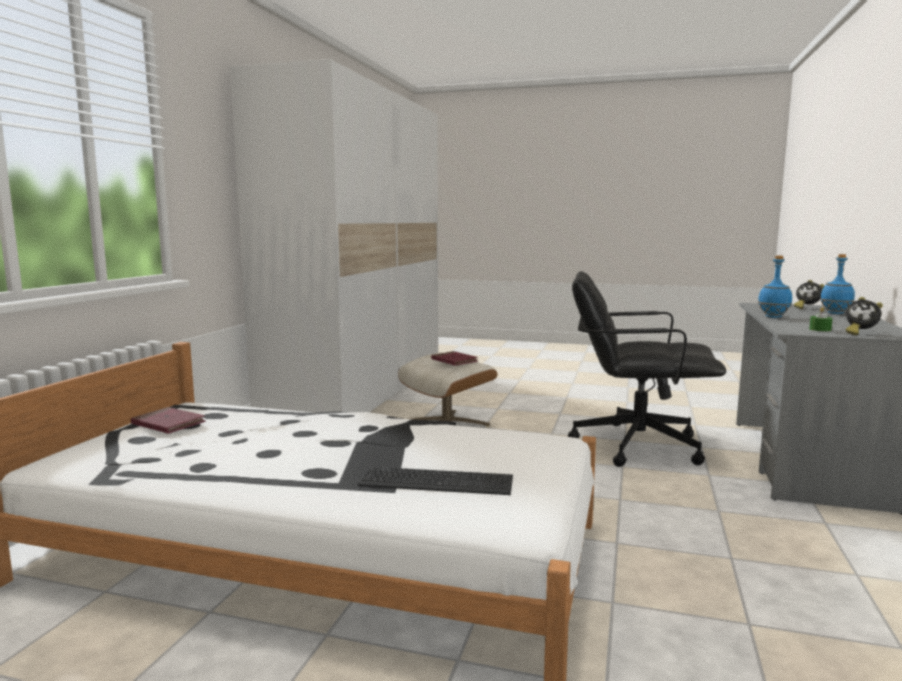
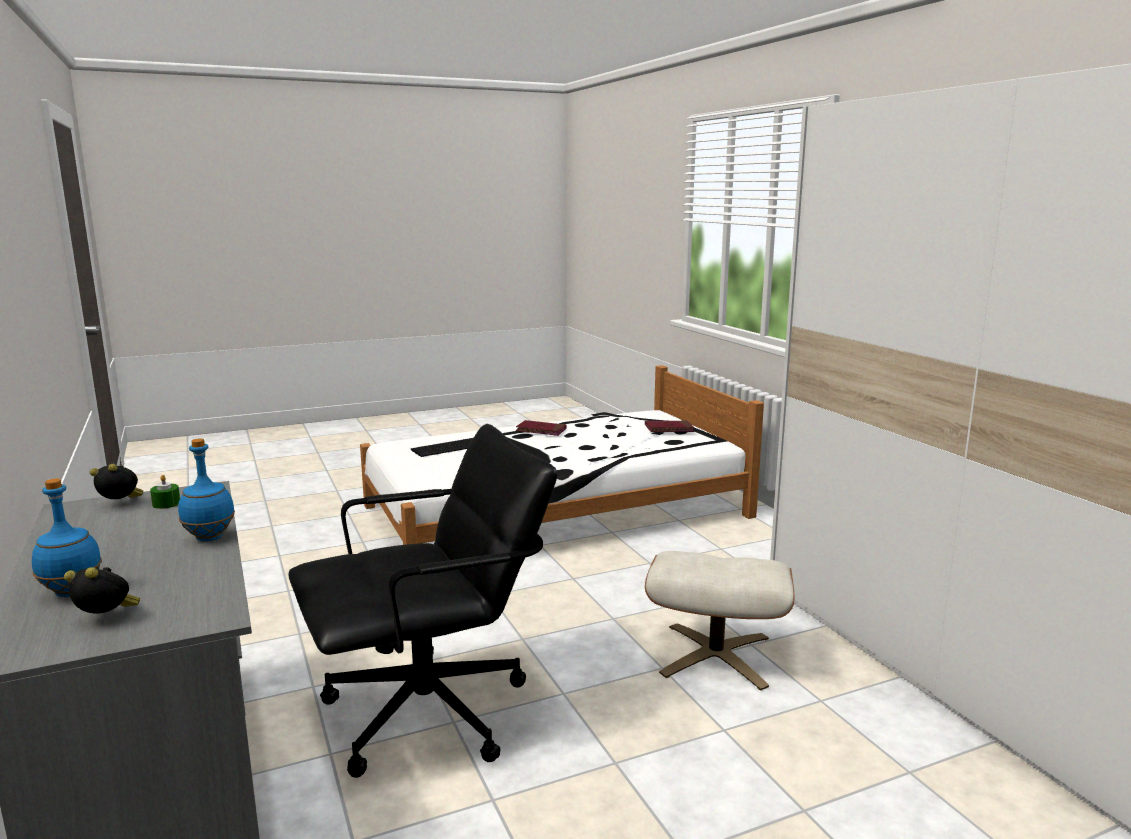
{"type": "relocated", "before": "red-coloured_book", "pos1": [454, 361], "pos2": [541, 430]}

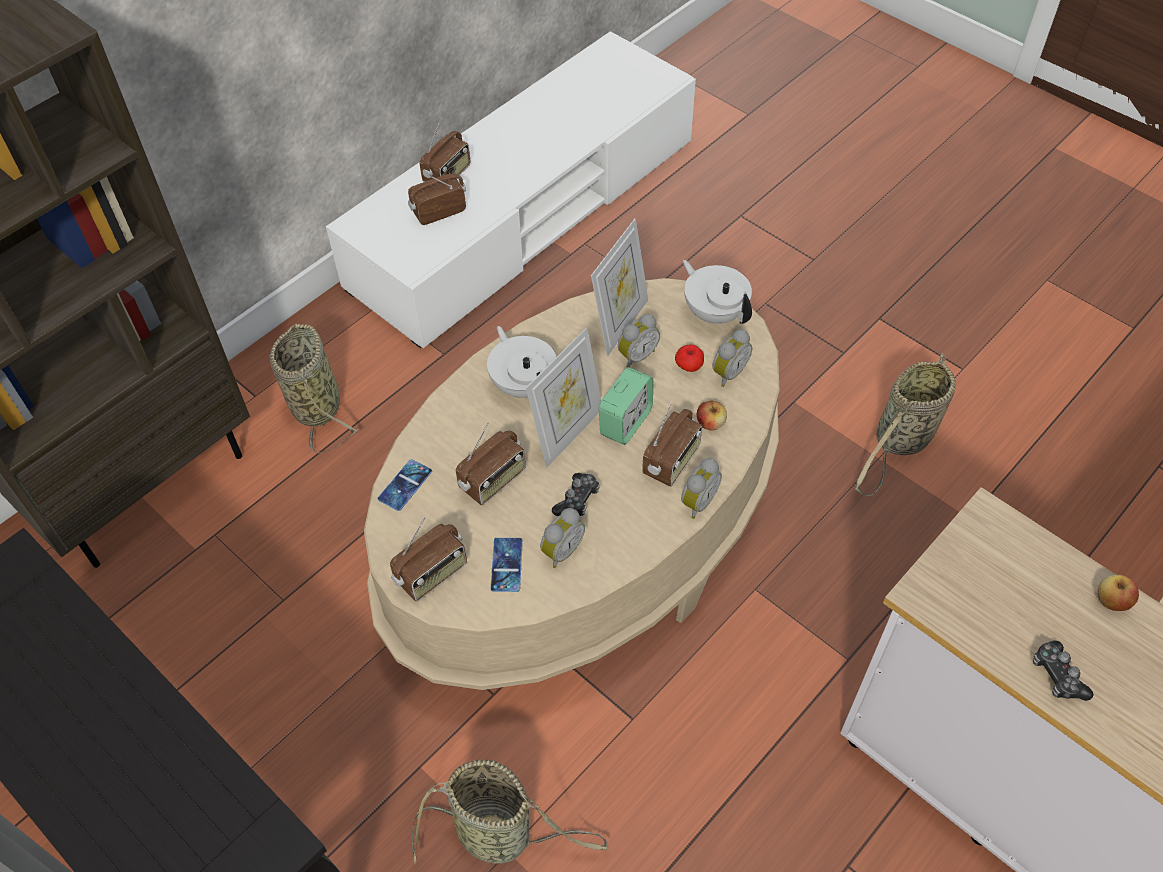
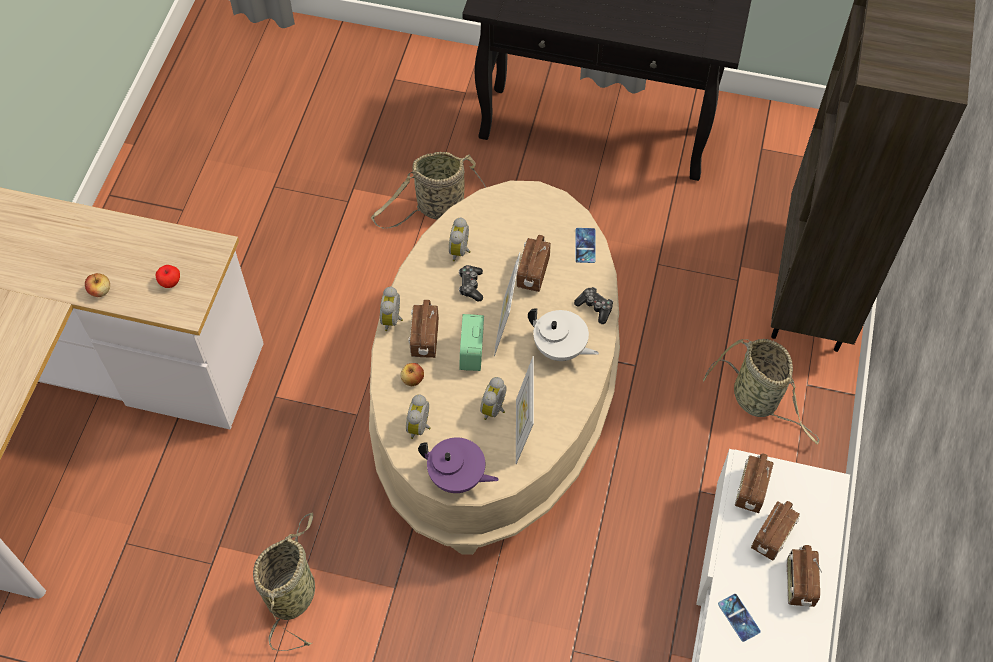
{"type": "relocated", "before": "radio_receiver", "pos1": [432, 574], "pos2": [750, 490]}
{"type": "relocated", "before": "telephone", "pos1": [506, 565], "pos2": [739, 617]}
{"type": "relocated", "before": "apple_fruit", "pos1": [689, 367], "pos2": [170, 282]}
{"type": "relocated", "before": "game_controller", "pos1": [1057, 676], "pos2": [595, 307]}
{"type": "colour", "before": "whitish_teapot", "after": "purple-coloured_teapot", "pos1": [715, 312], "pos2": [457, 477]}

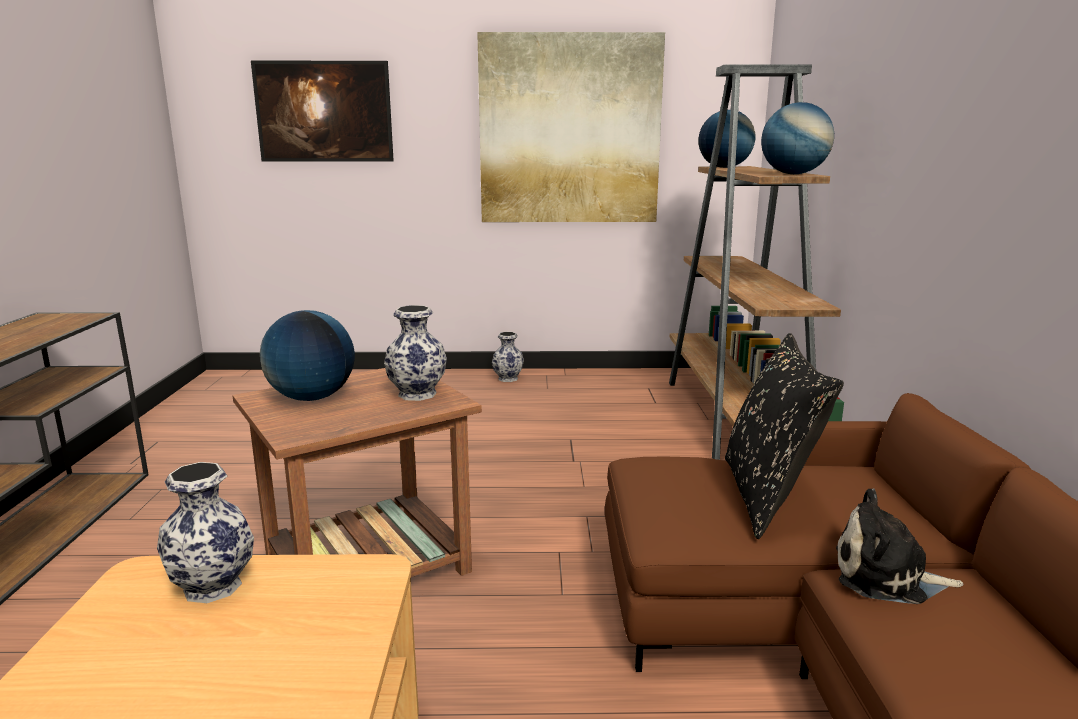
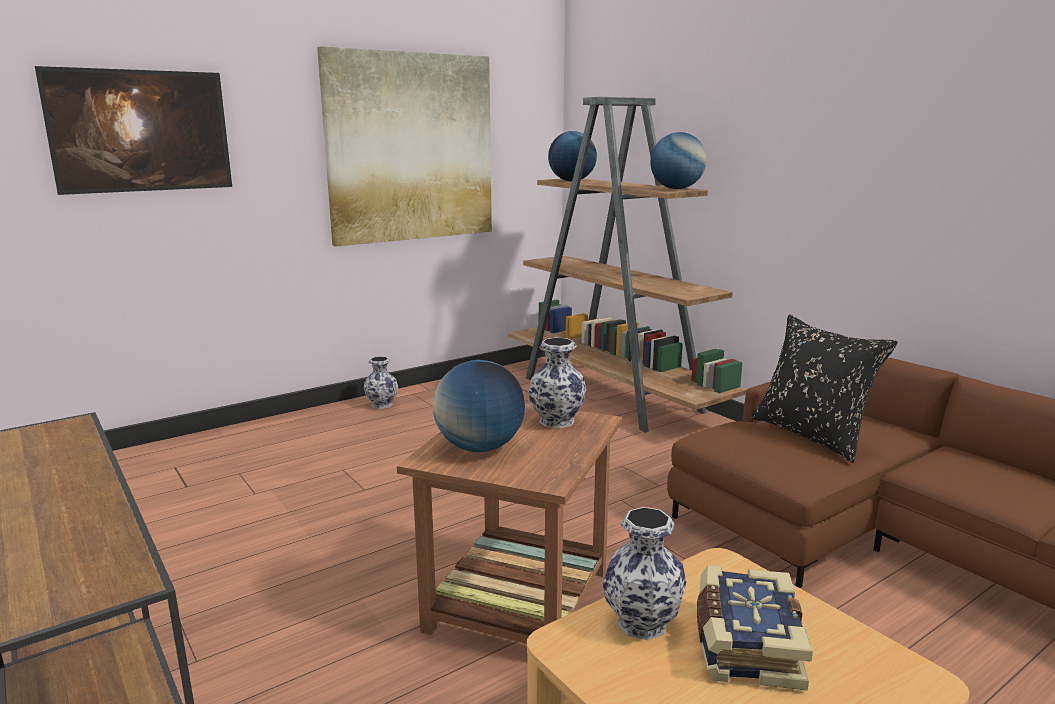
{"type": "missing", "before": "cuddly_toy", "pos1": [886, 577]}
{"type": "appeared", "after": "book", "pos2": [745, 644]}

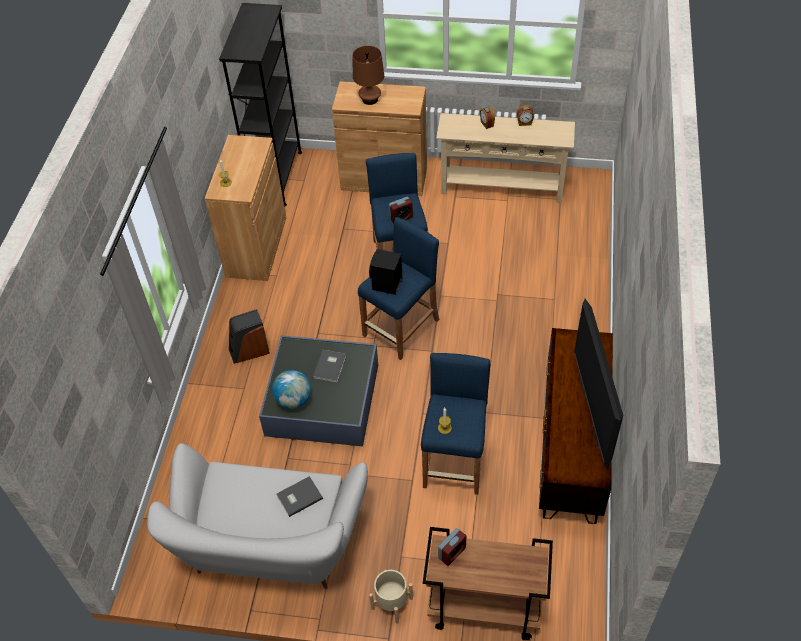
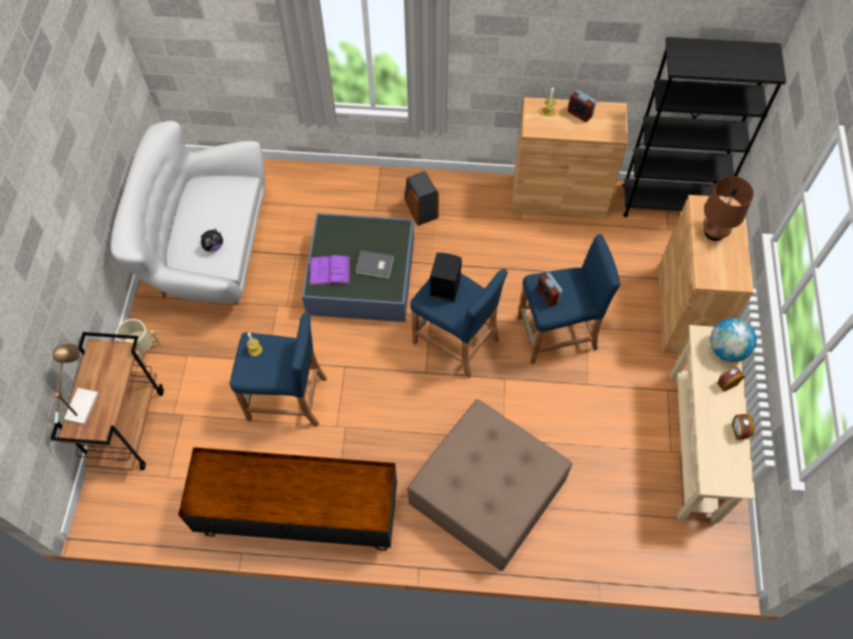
{"type": "missing", "before": "television", "pos1": [591, 413]}
{"type": "appeared", "after": "lamp_for_a_table", "pos2": [83, 401]}
{"type": "appeared", "after": "purple-coloured_book", "pos2": [329, 271]}
{"type": "appeared", "after": "brownish_ottoman", "pos2": [488, 491]}
{"type": "relocated", "before": "world_globe", "pos1": [294, 400], "pos2": [726, 349]}
{"type": "relocated", "before": "bedside_clock", "pos1": [452, 553], "pos2": [580, 114]}
{"type": "exchanged", "before": "gray_book", "after": "cuddly_toy", "pos1": [298, 496], "pos2": [213, 246]}

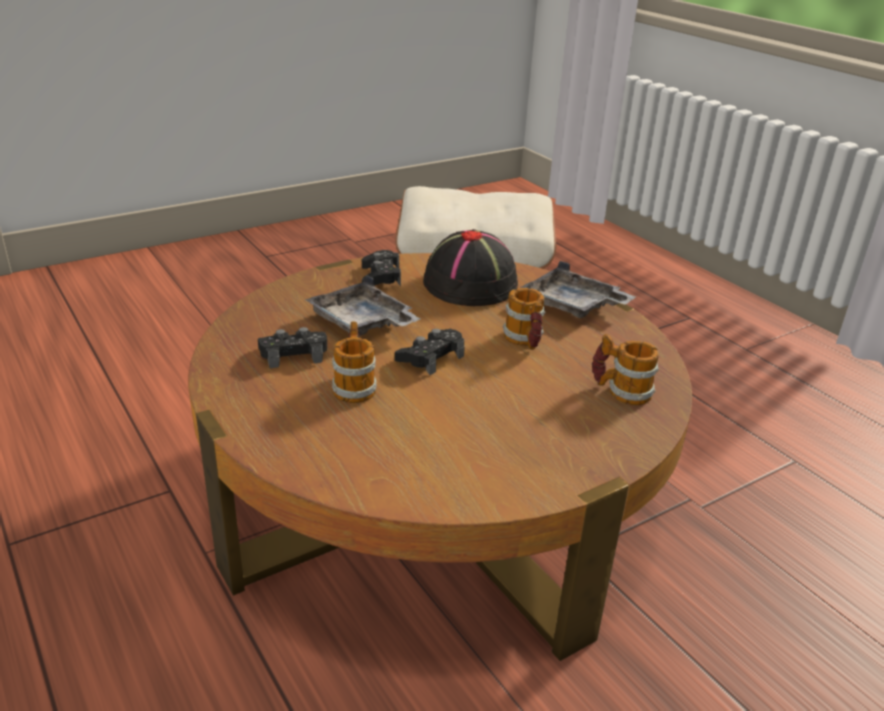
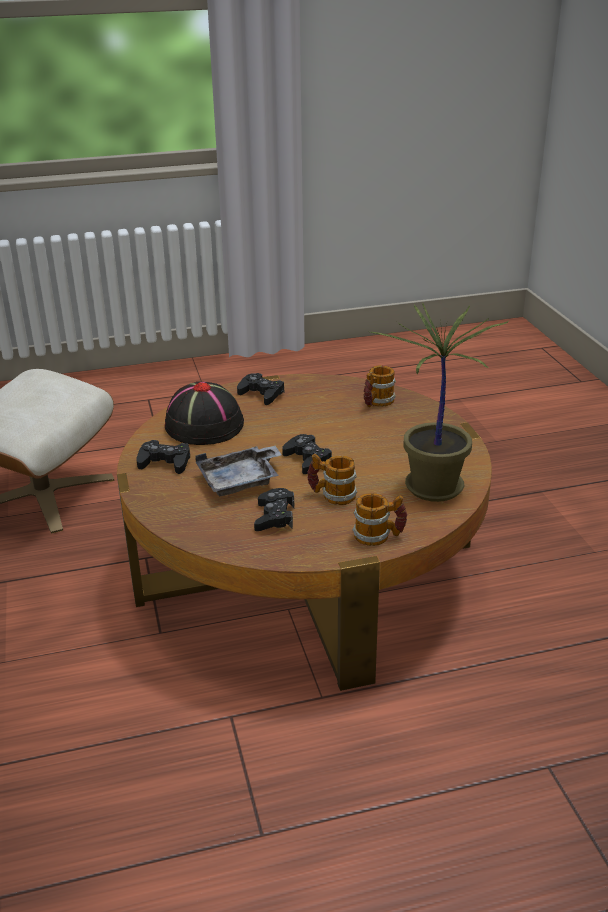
{"type": "appeared", "after": "potted_plant", "pos2": [434, 489]}
{"type": "relocated", "before": "tea_mug", "pos1": [525, 341], "pos2": [379, 536]}
{"type": "exchanged", "before": "gray_carrying_tray", "after": "black-coloured_game_controller", "pos1": [572, 306], "pos2": [261, 394]}

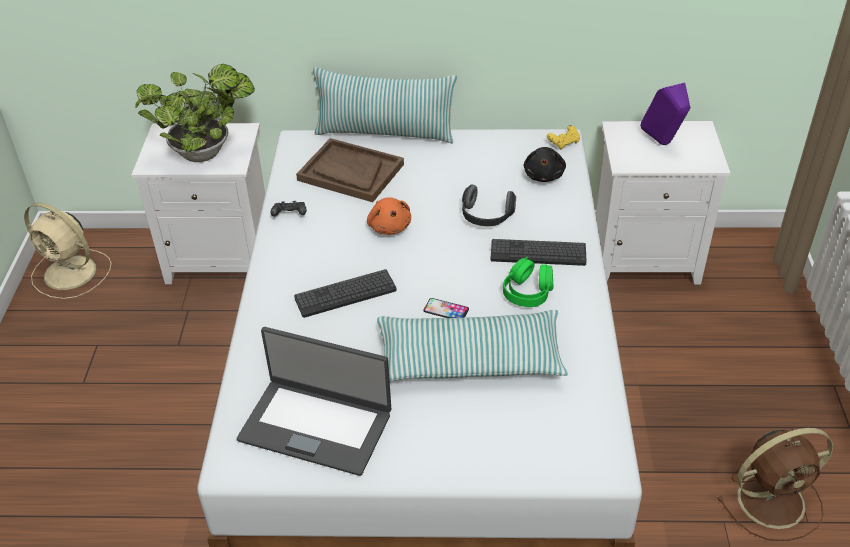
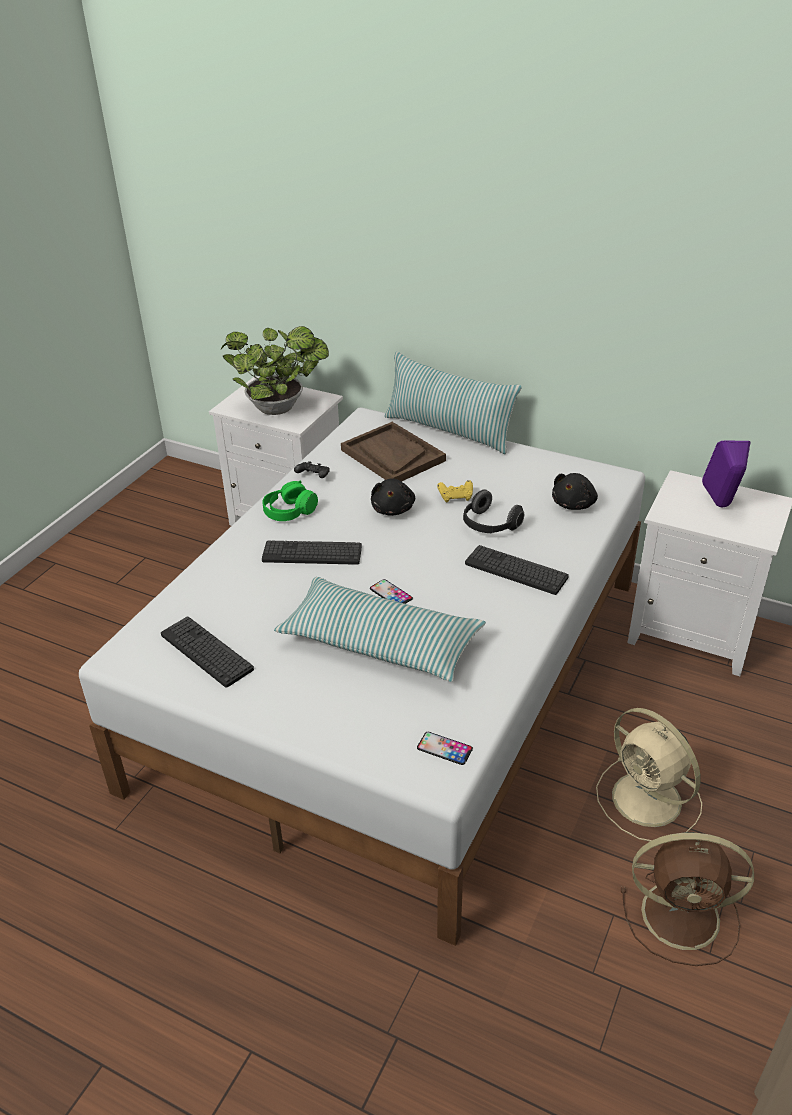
{"type": "appeared", "after": "telephone", "pos2": [444, 748]}
{"type": "relocated", "before": "beige_cooling_fan", "pos1": [72, 273], "pos2": [649, 801]}
{"type": "relocated", "before": "green-coloured_headset", "pos1": [528, 292], "pos2": [289, 511]}
{"type": "relocated", "before": "yellowish_game_controller", "pos1": [564, 143], "pos2": [456, 497]}
{"type": "exchanged", "before": "laptop", "after": "computer_keyboard", "pos1": [316, 425], "pos2": [206, 652]}
{"type": "colour", "before": "orangey_cuddly_toy", "after": "black-coloured_cuddly_toy", "pos1": [389, 226], "pos2": [393, 509]}

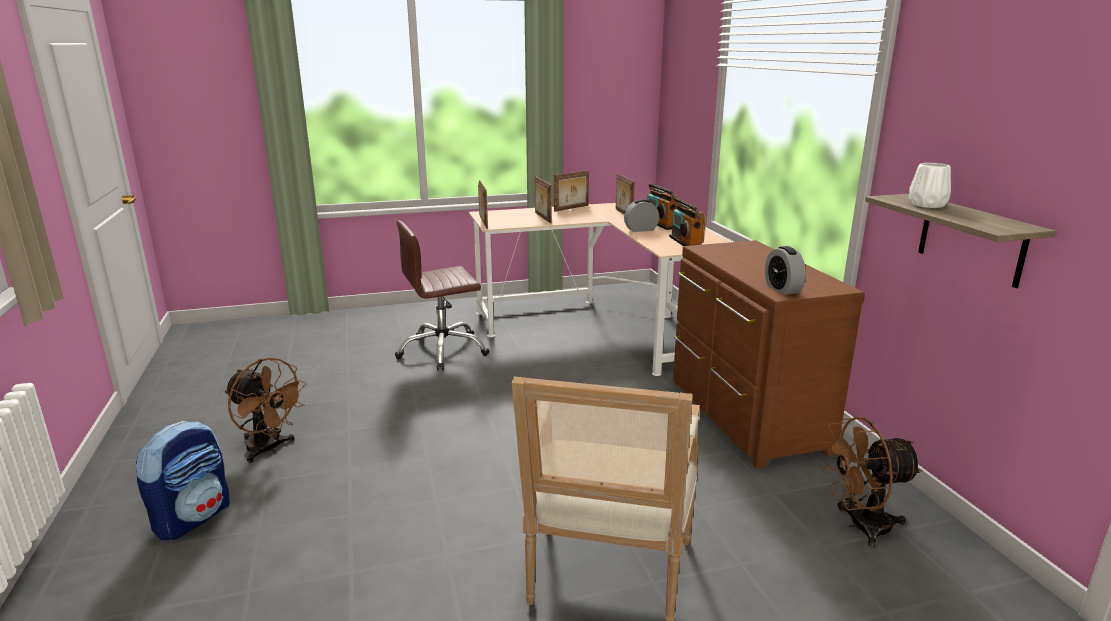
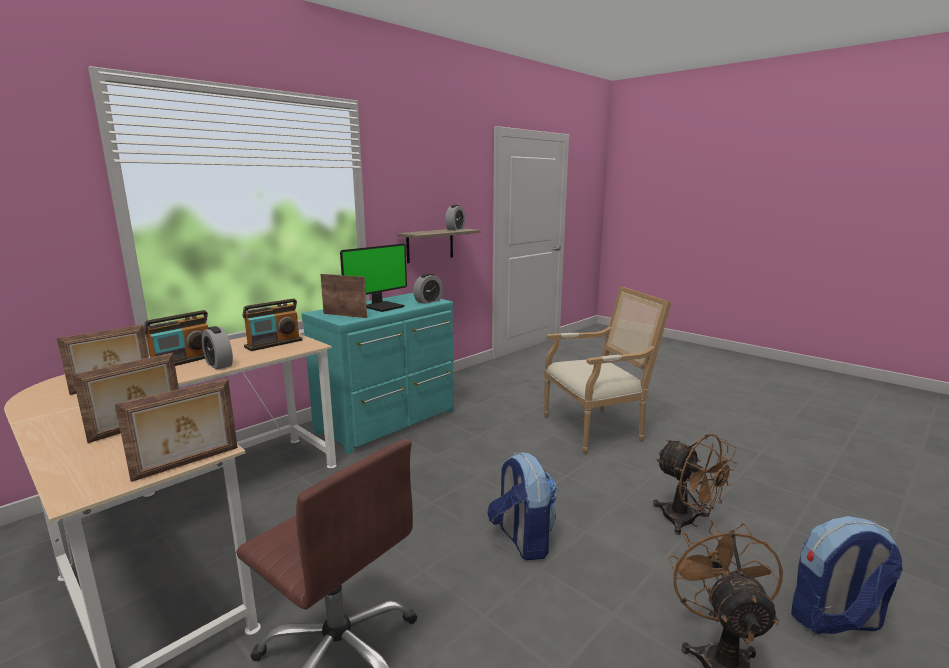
{"type": "missing", "before": "whitish_decorative_vase", "pos1": [926, 204]}
{"type": "appeared", "after": "computer_screen", "pos2": [383, 307]}
{"type": "appeared", "after": "bedside_clock", "pos2": [455, 229]}
{"type": "appeared", "after": "knapsack", "pos2": [522, 540]}
{"type": "relocated", "before": "picture_frame", "pos1": [571, 208], "pos2": [345, 315]}
{"type": "relocated", "before": "brownish_cooling_fan", "pos1": [860, 526], "pos2": [687, 522]}
{"type": "colour", "before": "brownish_drawer_chest", "after": "blue-green_drawer_chest", "pos1": [744, 417], "pos2": [389, 422]}

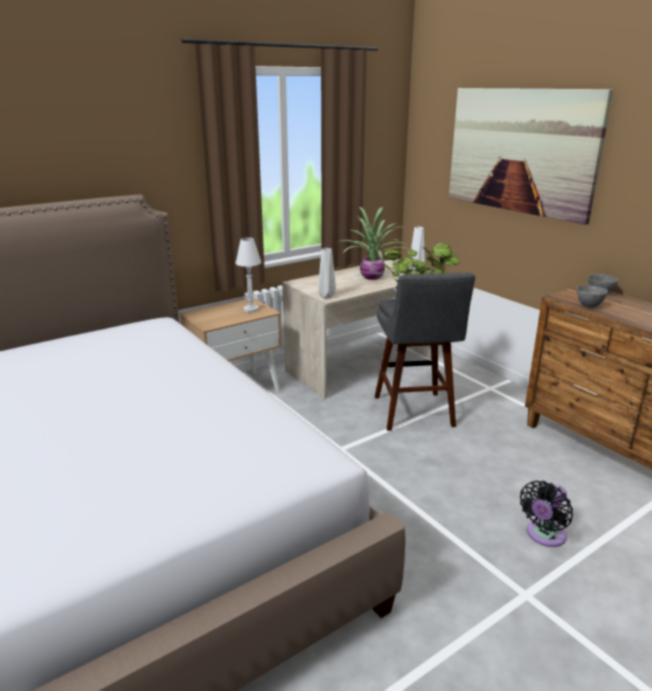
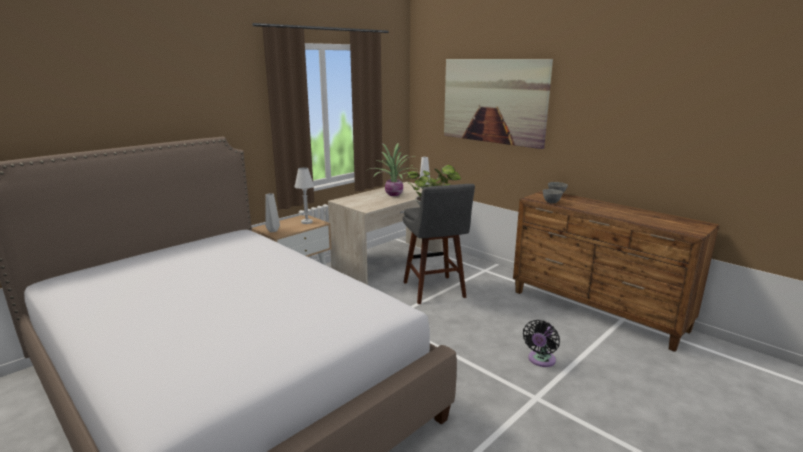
{"type": "relocated", "before": "gray_decorative_vase", "pos1": [326, 296], "pos2": [273, 231]}

